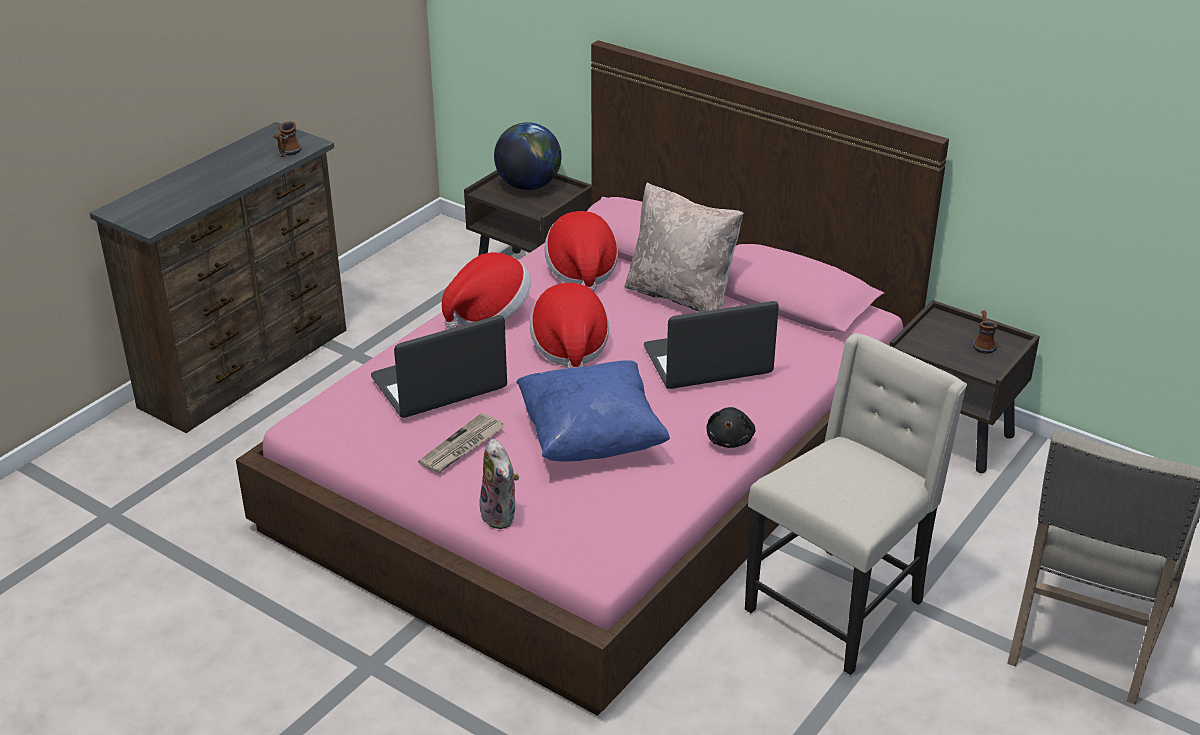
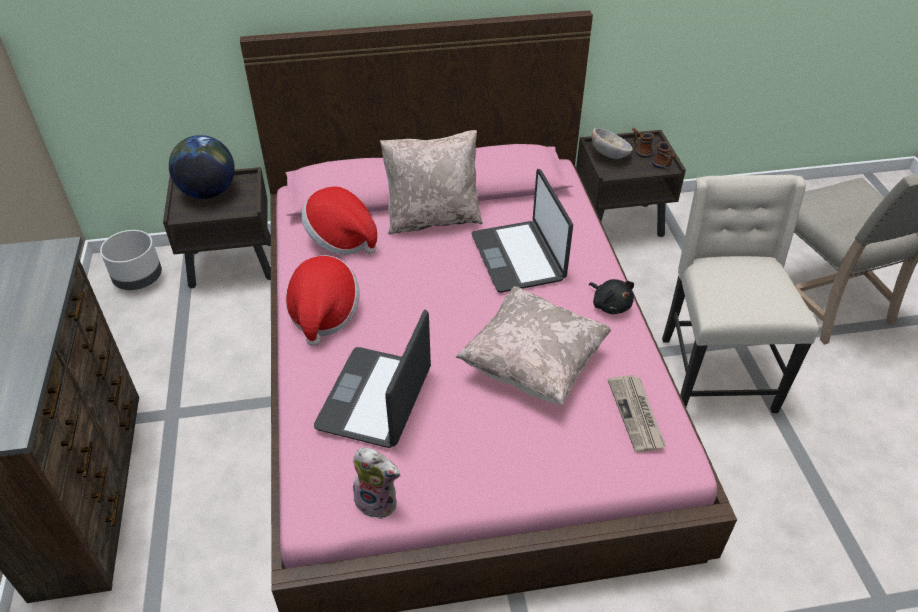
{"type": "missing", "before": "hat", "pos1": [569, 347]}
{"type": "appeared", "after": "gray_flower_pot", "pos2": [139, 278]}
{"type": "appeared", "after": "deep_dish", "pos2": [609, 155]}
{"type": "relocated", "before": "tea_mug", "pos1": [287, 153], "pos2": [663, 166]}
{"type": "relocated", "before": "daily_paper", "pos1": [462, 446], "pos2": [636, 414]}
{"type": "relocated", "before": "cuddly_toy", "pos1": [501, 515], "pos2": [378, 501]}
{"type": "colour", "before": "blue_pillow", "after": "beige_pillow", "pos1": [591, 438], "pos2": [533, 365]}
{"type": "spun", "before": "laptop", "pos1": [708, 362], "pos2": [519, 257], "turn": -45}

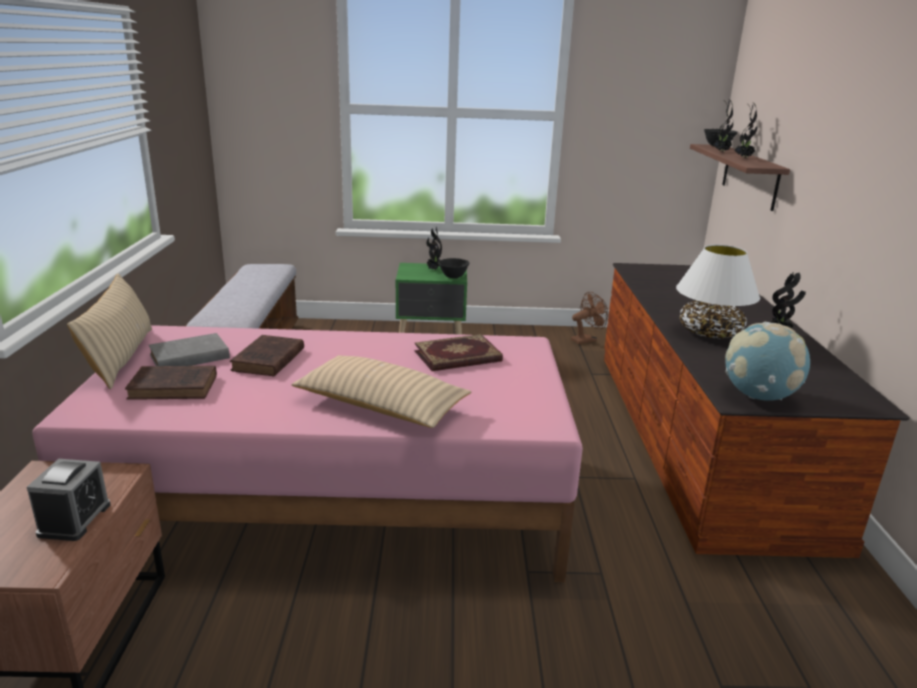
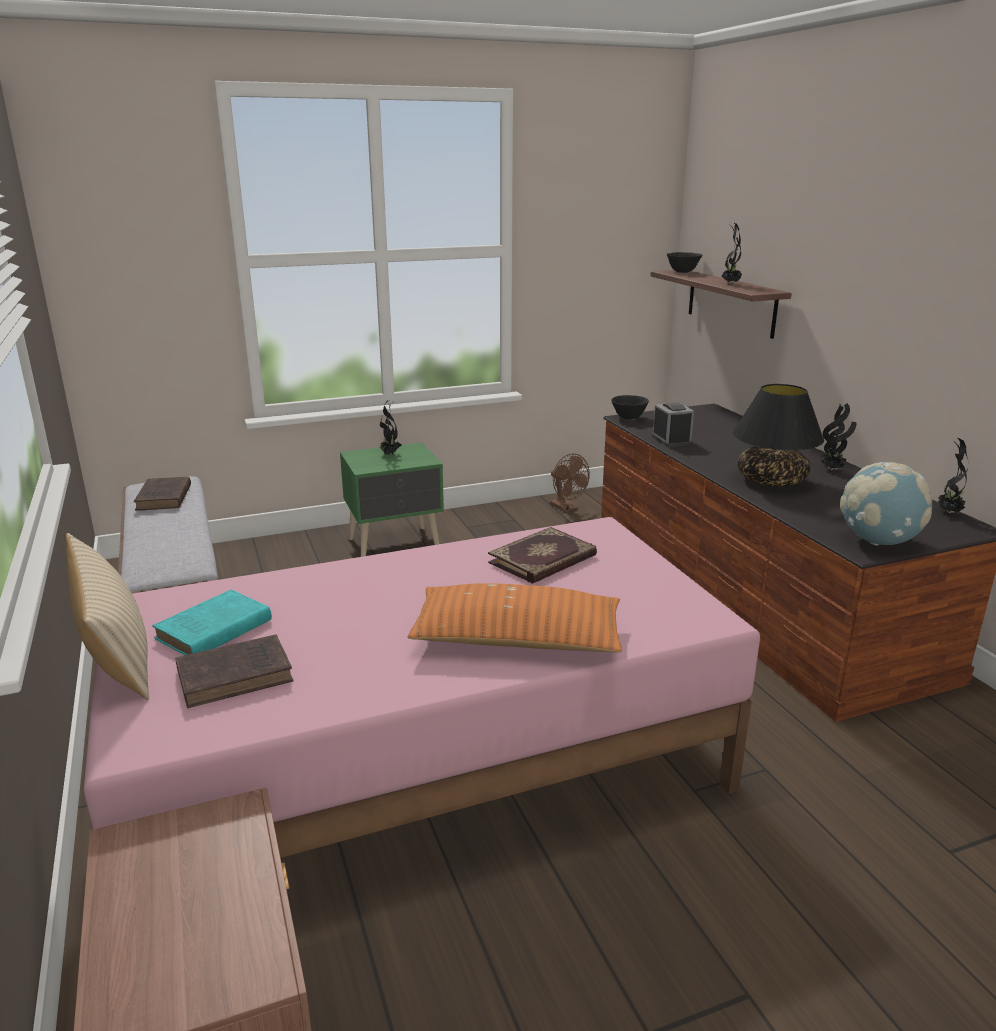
{"type": "relocated", "before": "bedside_clock", "pos1": [74, 519], "pos2": [671, 440]}
{"type": "relocated", "before": "brownish_book", "pos1": [267, 361], "pos2": [163, 498]}
{"type": "relocated", "before": "black-coloured_deep_dish", "pos1": [453, 277], "pos2": [628, 418]}
{"type": "relocated", "before": "potted_plant", "pos1": [721, 152], "pos2": [947, 512]}
{"type": "colour", "before": "gray_book", "after": "blue-green_book", "pos1": [187, 357], "pos2": [211, 631]}
{"type": "colour", "before": "beige_pillow", "after": "orangey_pillow", "pos1": [381, 405], "pos2": [517, 638]}
{"type": "colour", "before": "whitish_lamp_for_a_table", "after": "black-coloured_lamp_for_a_table", "pos1": [709, 332], "pos2": [770, 480]}
{"type": "spun", "before": "brownish_cooling_fan", "pos1": [586, 340], "pos2": [567, 508], "turn": 105}

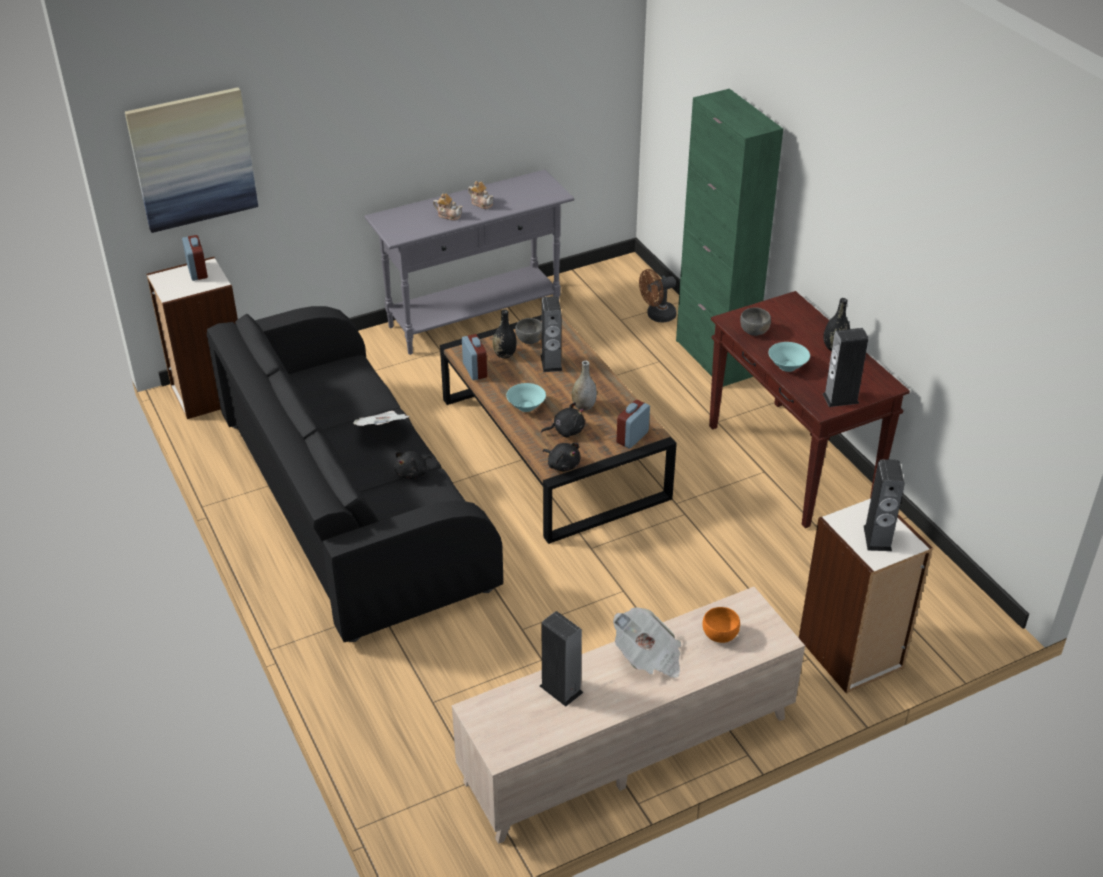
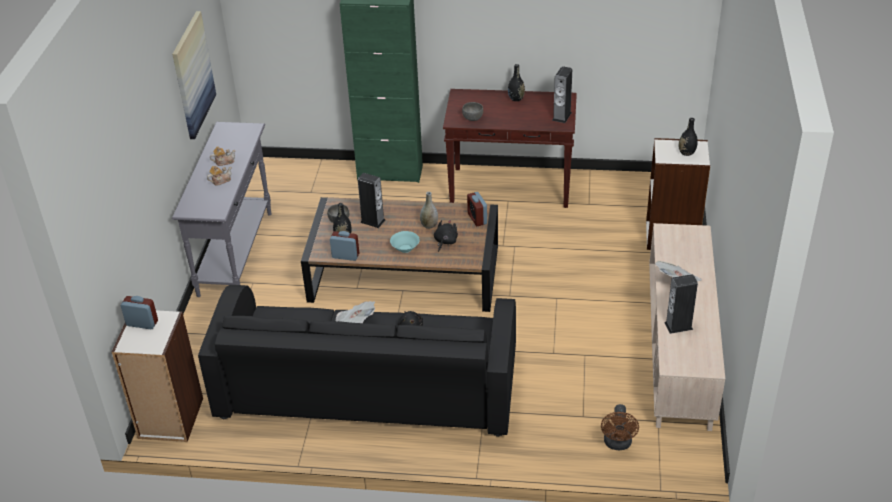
{"type": "missing", "before": "black-coloured_cuddly_toy", "pos1": [562, 464]}
{"type": "missing", "before": "orangey_deep_dish", "pos1": [719, 634]}
{"type": "missing", "before": "blue-green_deep_dish", "pos1": [787, 366]}
{"type": "relocated", "before": "picture", "pos1": [193, 159], "pos2": [192, 75]}
{"type": "relocated", "before": "brownish_cooling_fan", "pos1": [657, 316], "pos2": [618, 444]}
{"type": "exchanged", "before": "audio_speaker", "after": "black-coloured_decorative_vase", "pos1": [877, 538], "pos2": [686, 153]}

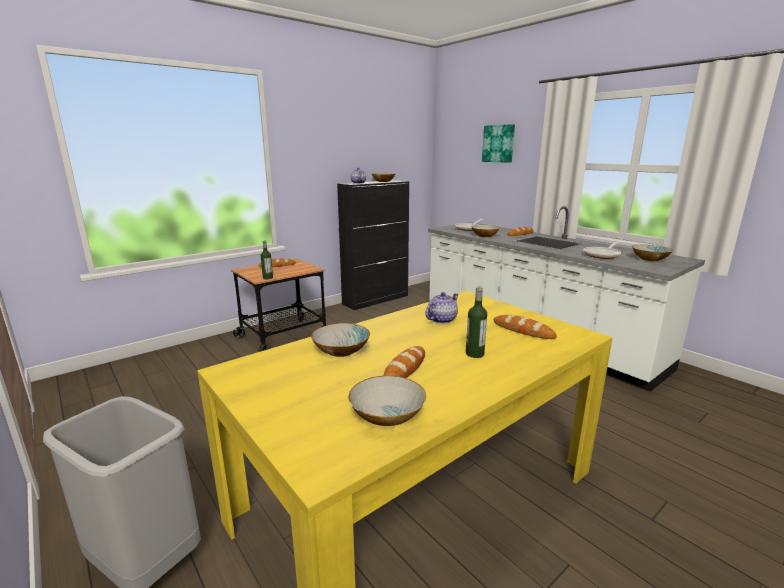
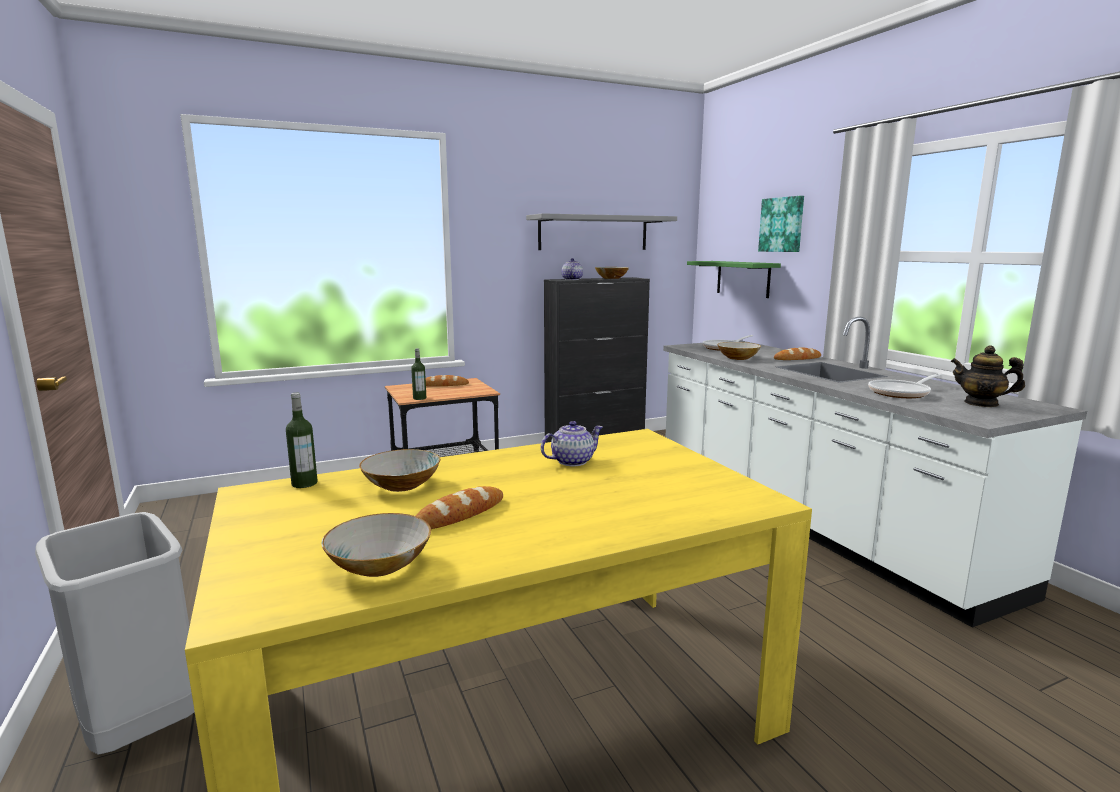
{"type": "missing", "before": "baked_bread", "pos1": [523, 330]}
{"type": "appeared", "after": "gray_bracket_shelf", "pos2": [593, 233]}
{"type": "appeared", "after": "green-coloured_bracket_shelf", "pos2": [743, 278]}
{"type": "relocated", "before": "drink_bottle", "pos1": [474, 354], "pos2": [304, 483]}
{"type": "exchanged", "before": "deep_dish", "after": "teapot", "pos1": [650, 259], "pos2": [981, 403]}

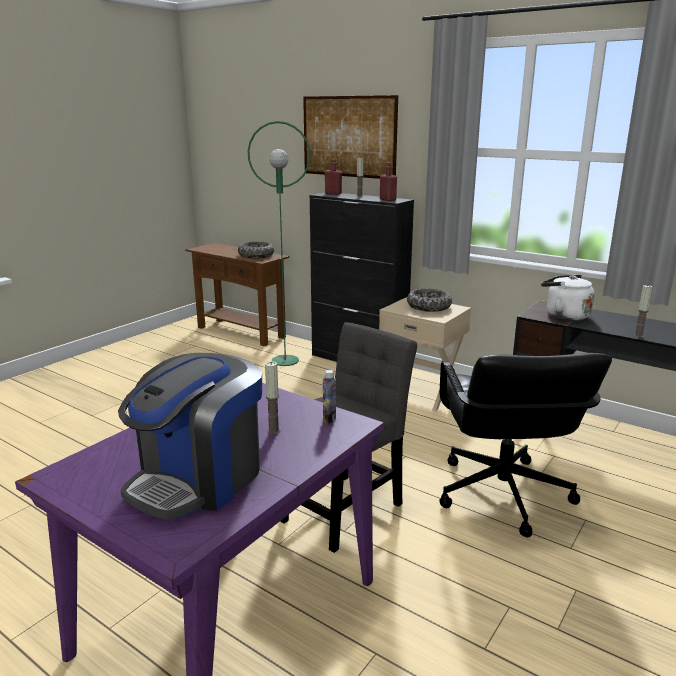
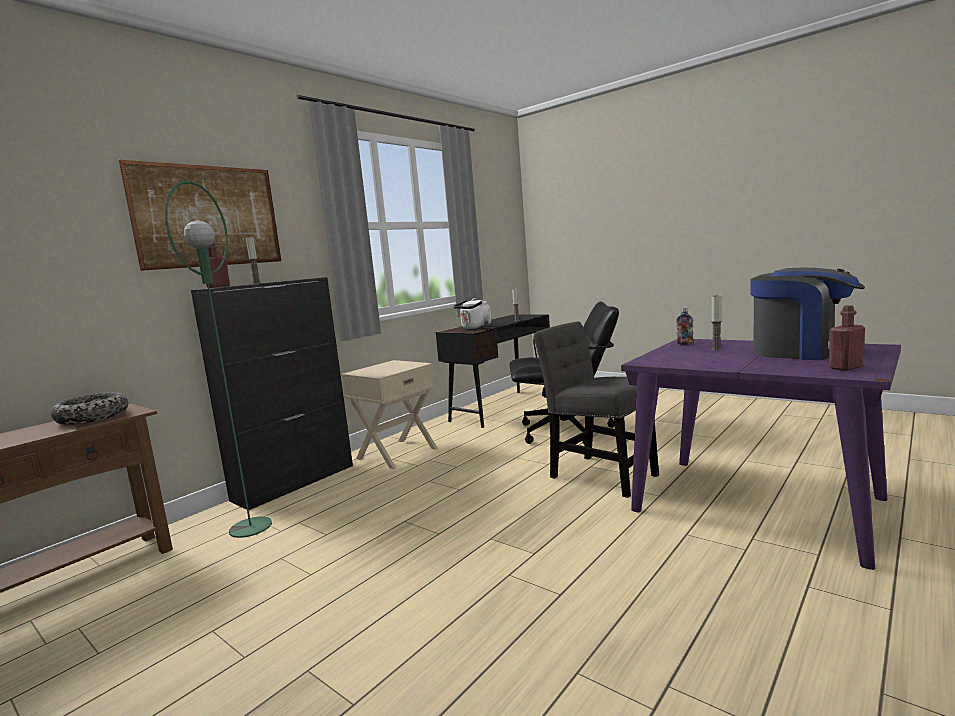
{"type": "missing", "before": "deep_dish", "pos1": [429, 307]}
{"type": "relocated", "before": "red-coloured_drink_bottle", "pos1": [387, 200], "pos2": [845, 367]}

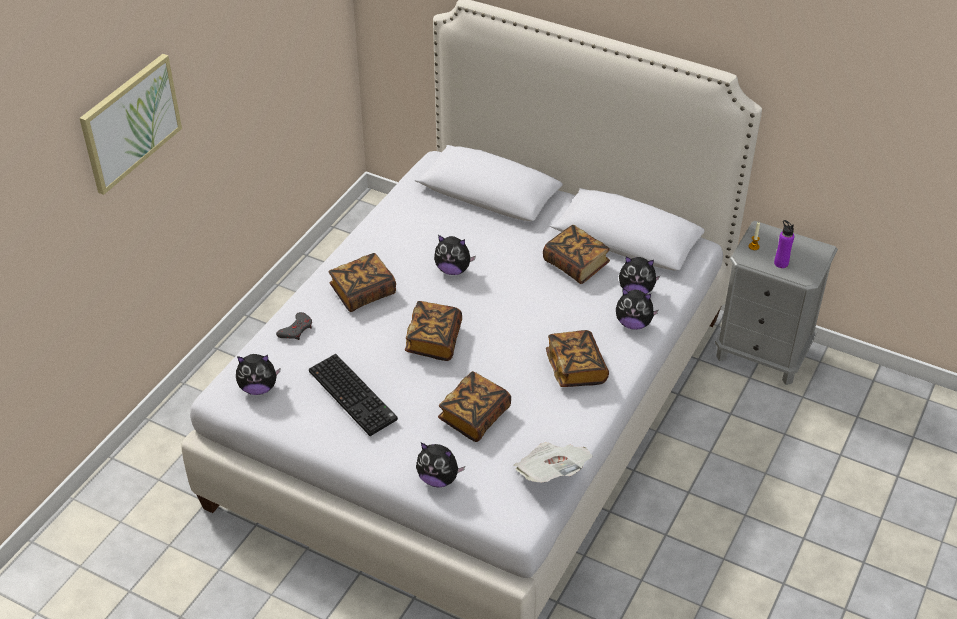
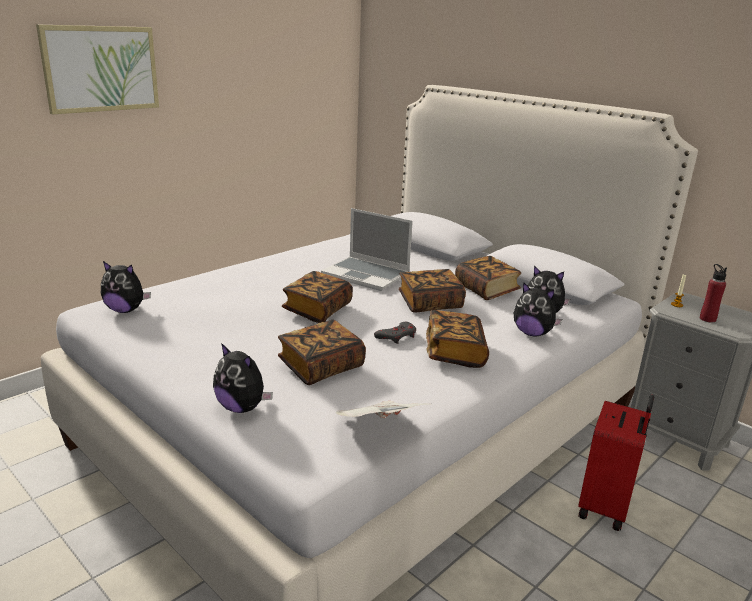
{"type": "missing", "before": "computer_keyboard", "pos1": [354, 395]}
{"type": "appeared", "after": "red-coloured_travel_case", "pos2": [605, 507]}
{"type": "relocated", "before": "gray_game_controller", "pos1": [296, 330], "pos2": [397, 336]}
{"type": "relocated", "before": "book", "pos1": [363, 293], "pos2": [430, 303]}
{"type": "exchanged", "before": "cuddly_toy", "after": "laptop", "pos1": [453, 270], "pos2": [367, 275]}
{"type": "colour", "before": "purple-coloured_drink_bottle", "after": "red-coloured_drink_bottle", "pos1": [781, 263], "pos2": [707, 319]}

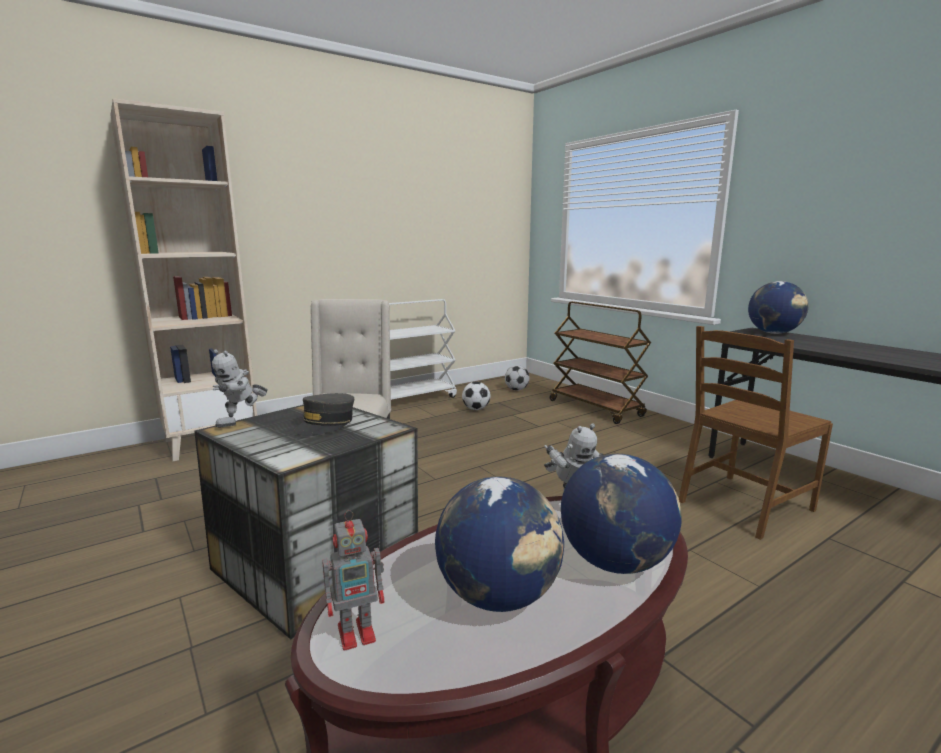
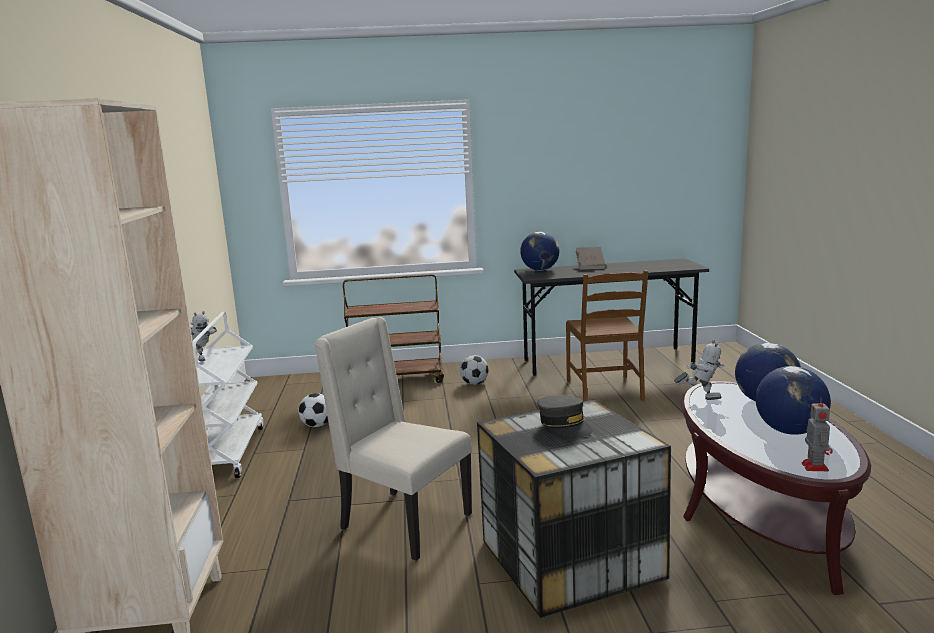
{"type": "appeared", "after": "brownish_book", "pos2": [590, 267]}
{"type": "relocated", "before": "model_robot", "pos1": [242, 423], "pos2": [203, 358]}
{"type": "relocated", "before": "ball_for_football", "pos1": [516, 390], "pos2": [474, 383]}

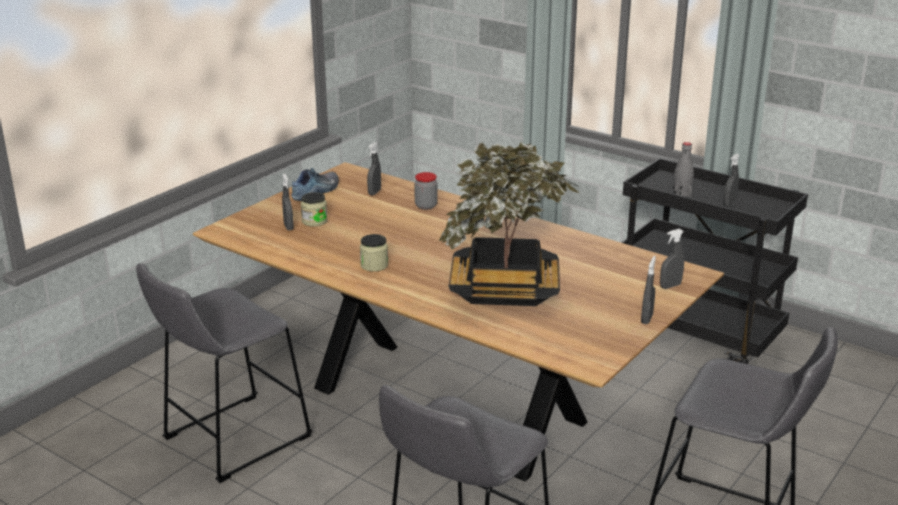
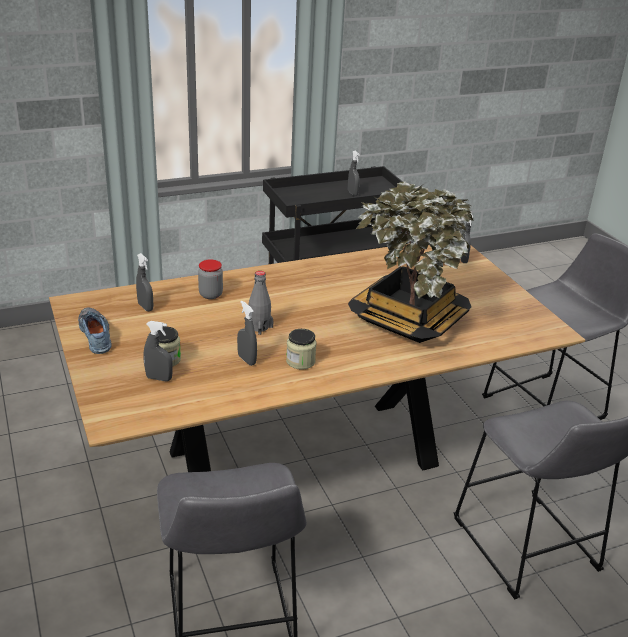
{"type": "relocated", "before": "gray_sprayer", "pos1": [647, 319], "pos2": [246, 360]}
{"type": "relocated", "before": "gray_drink_bottle", "pos1": [682, 193], "pos2": [259, 327]}

